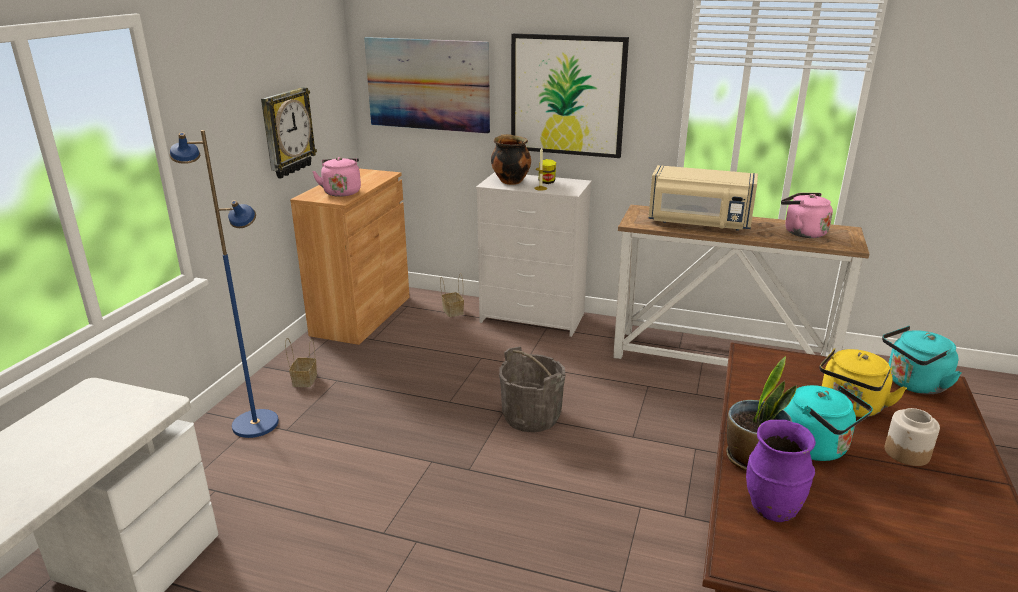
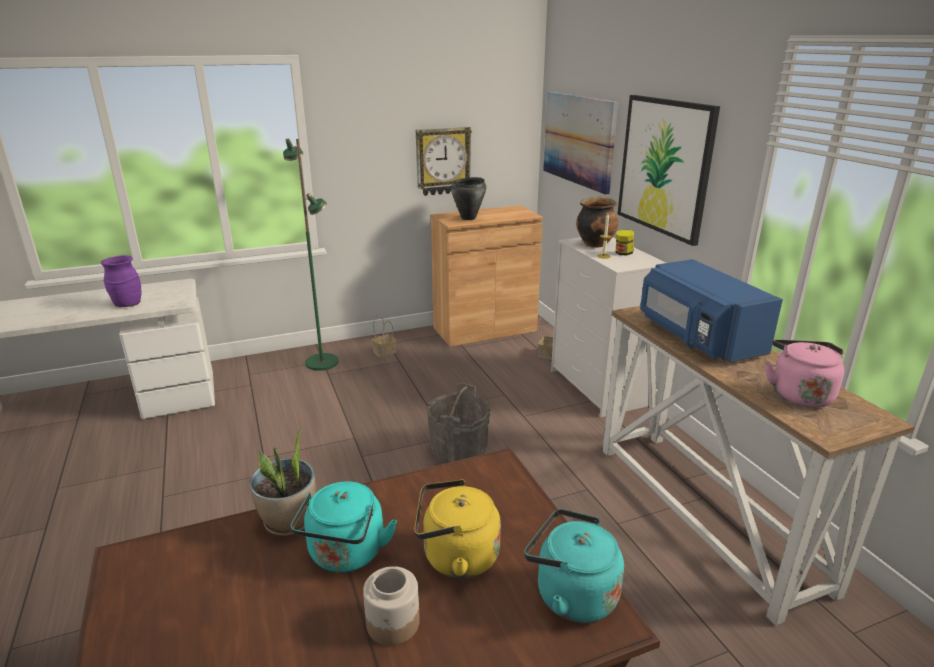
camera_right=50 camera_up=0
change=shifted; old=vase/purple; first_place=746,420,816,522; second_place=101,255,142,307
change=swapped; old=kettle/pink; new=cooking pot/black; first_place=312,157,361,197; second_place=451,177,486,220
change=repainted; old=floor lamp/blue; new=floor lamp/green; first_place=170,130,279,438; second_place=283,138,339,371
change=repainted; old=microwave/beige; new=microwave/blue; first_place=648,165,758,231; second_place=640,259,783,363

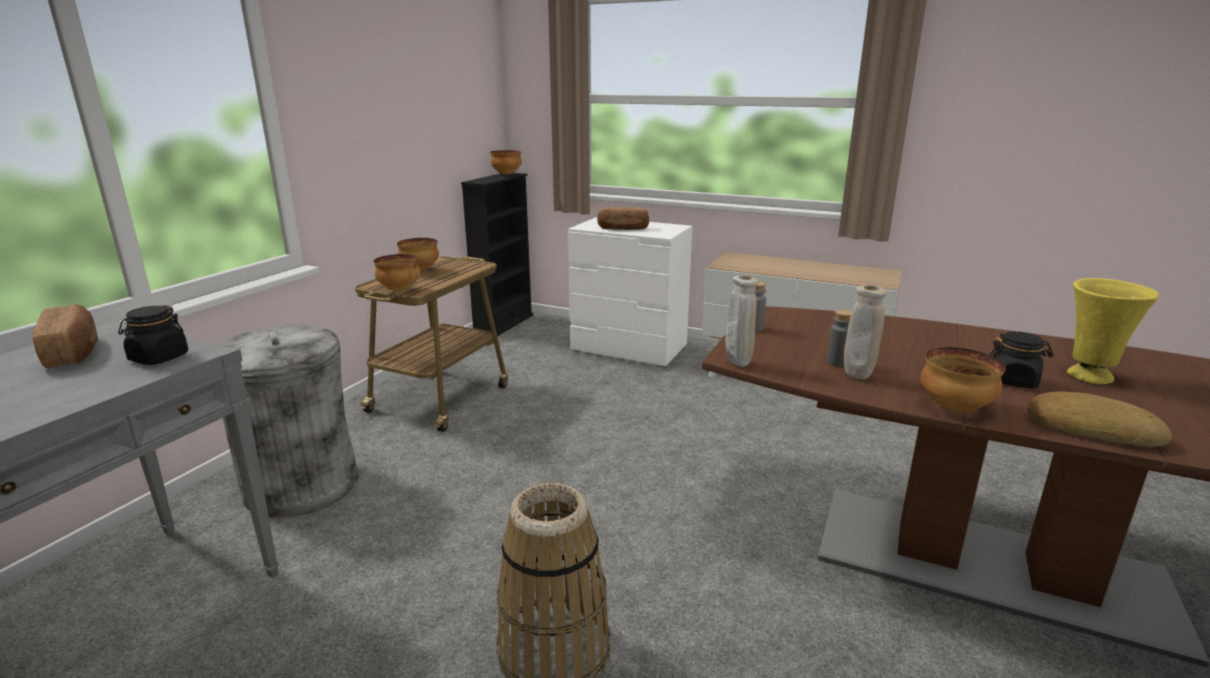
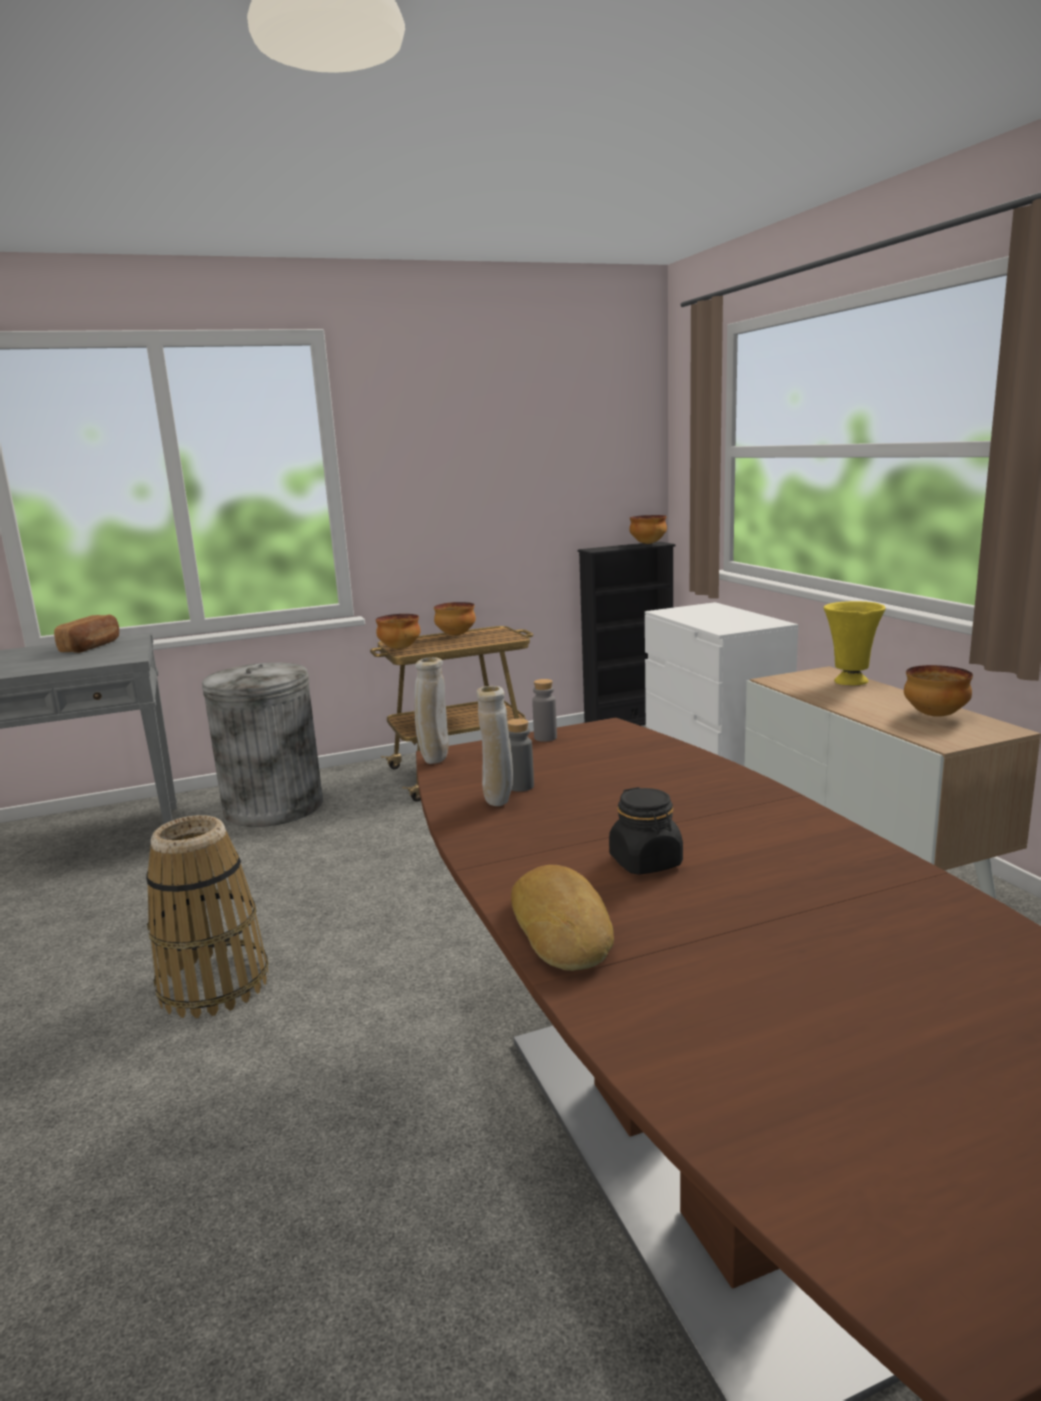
camera_right=45 camera_up=-5
change=gone; old=jar/black; first_place=118,305,188,365
change=gone; old=bread; first_place=597,207,649,230
change=shifted; old=bowl; first_place=921,347,1006,412; second_place=904,665,973,717
change=shifted; old=vase/yellow; first_place=1067,278,1159,384; second_place=824,601,886,685

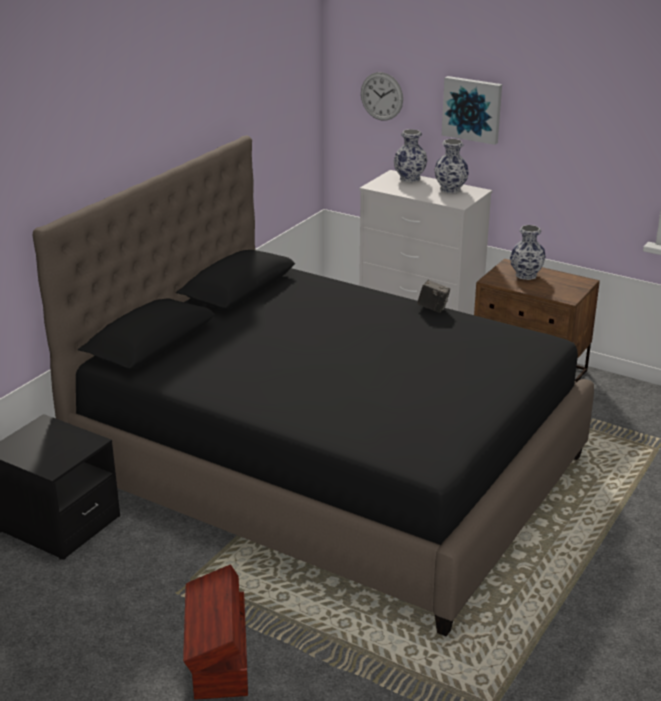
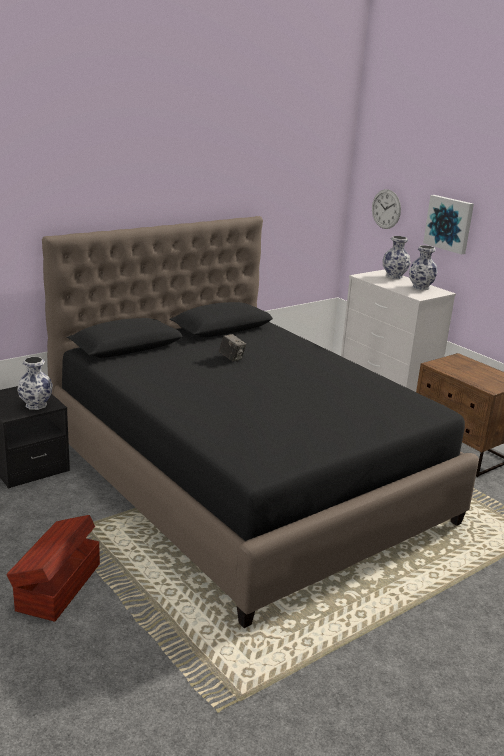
camera_right=20 camera_up=-5
change=shifted; old=photo camera; first_place=417,280,450,313; second_place=219,334,246,362
change=shifted; old=vase; first_place=510,225,546,280; second_place=17,357,53,410

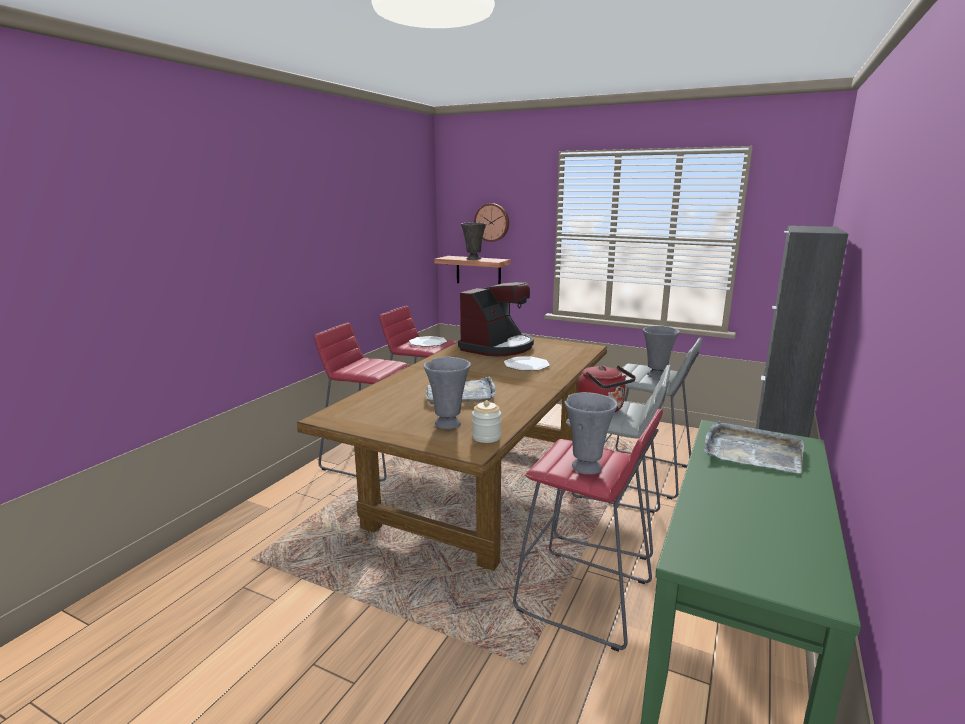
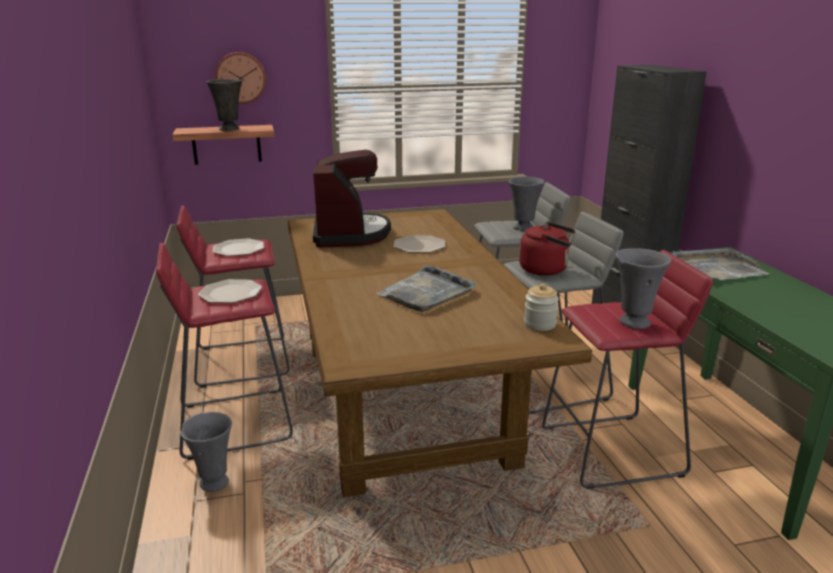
camera_right=-40 camera_up=5
change=new; new=plate; second_place=198,279,262,303
change=shifted; old=vase/grey; first_place=423,357,471,429; second_place=180,412,232,492

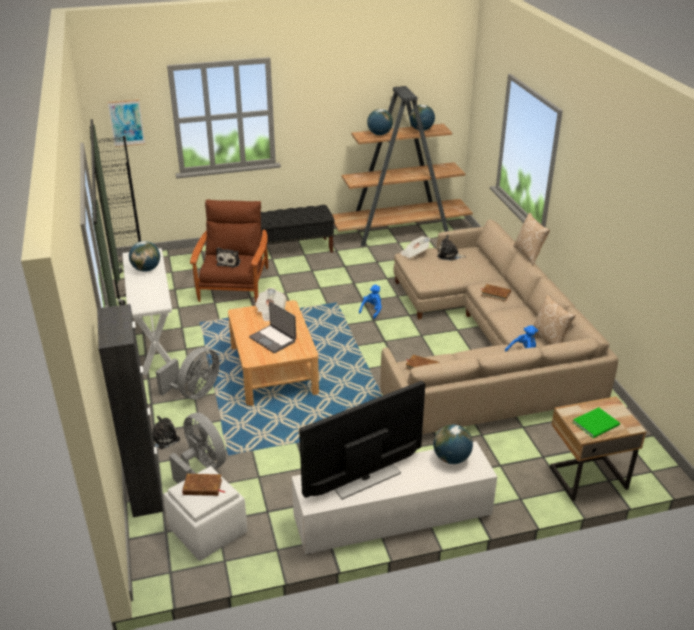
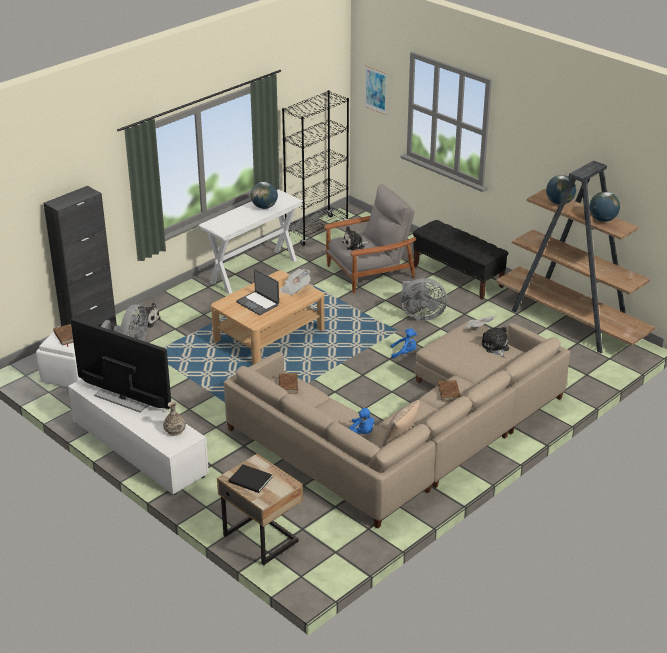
camera_right=60 camera_up=0
change=gone; old=pillow; first_place=514,213,550,265
change=shifted; old=fan/grey; first_place=156,347,220,400; second_place=400,278,447,321
change=swapped; old=globe; new=vase; first_place=433,424,473,464; second_place=163,401,186,436
change=repainted; old=armchair/brown; new=armchair/grey; first_place=190,200,268,302; second_place=324,184,416,294
change=repainted; old=book/green; new=book/black; first_place=573,407,620,438; second_place=229,464,272,493
change=rotated; old=laptop; first_place=249,302,296,353; second_place=236,269,279,315; degrees=-60

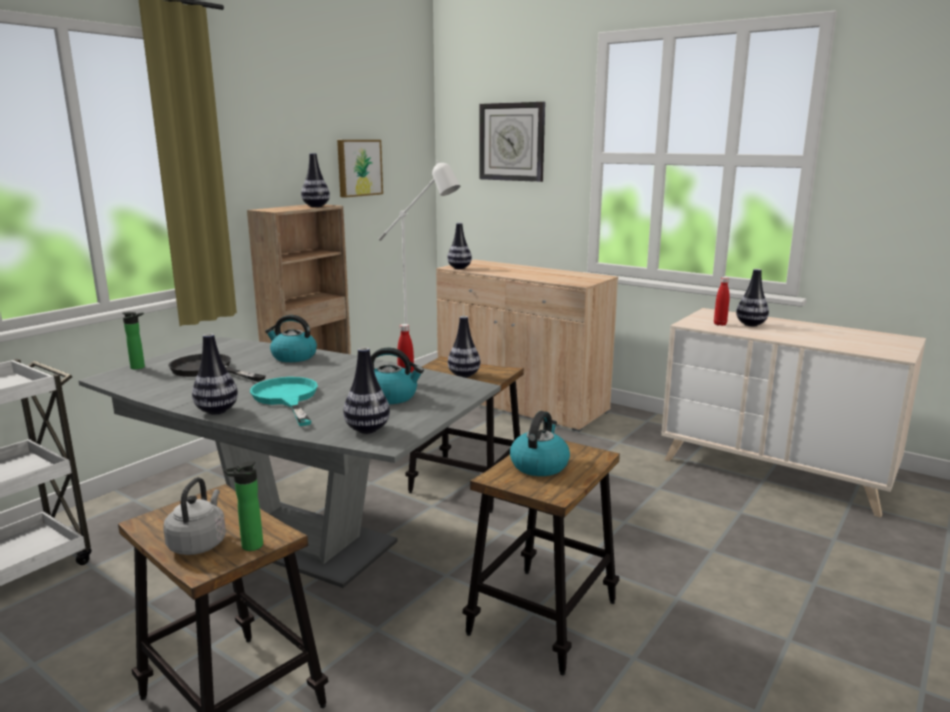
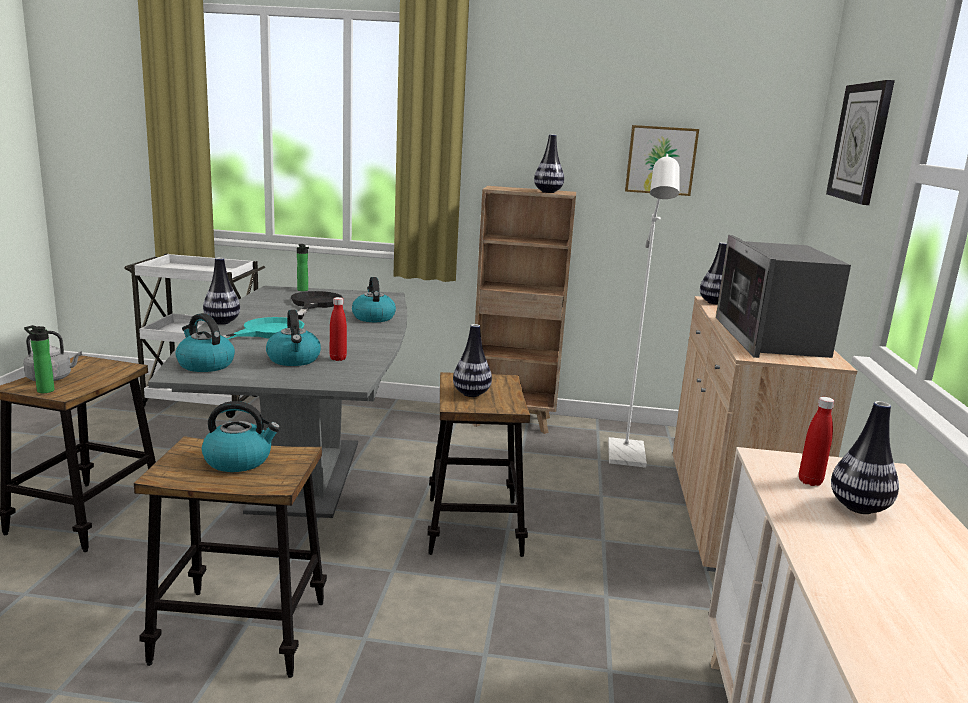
camera_right=60 camera_up=0
change=new; new=microwave; second_place=716,235,851,358
change=swapped; old=vase; new=kettle; first_place=343,347,390,434; second_place=176,313,235,372

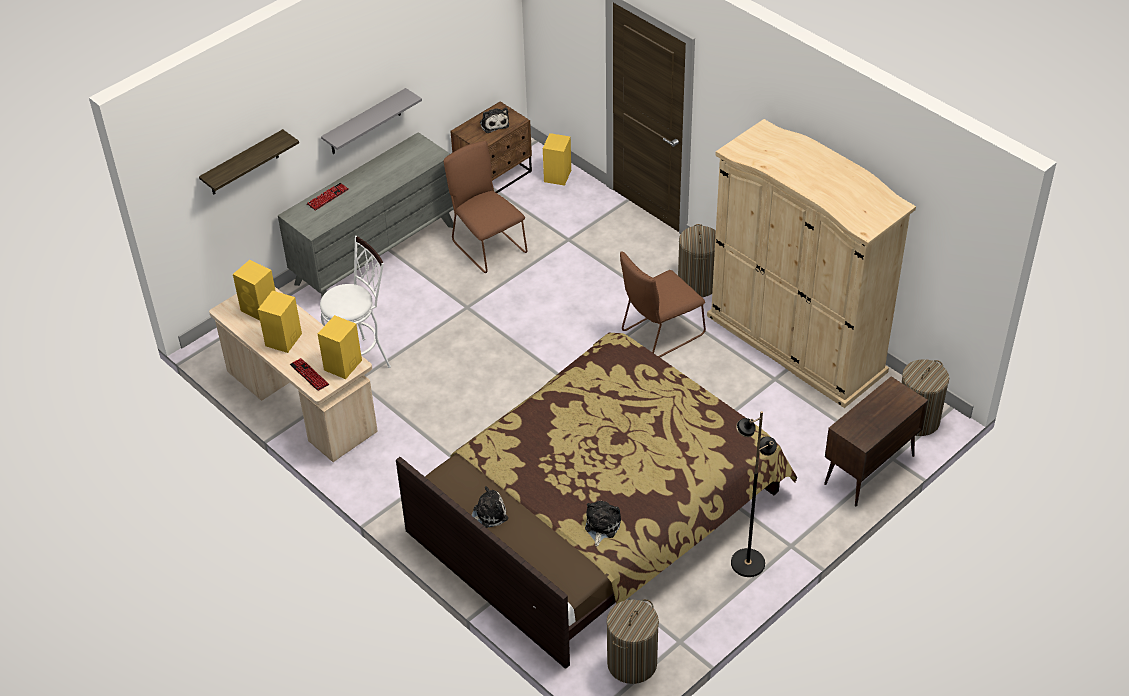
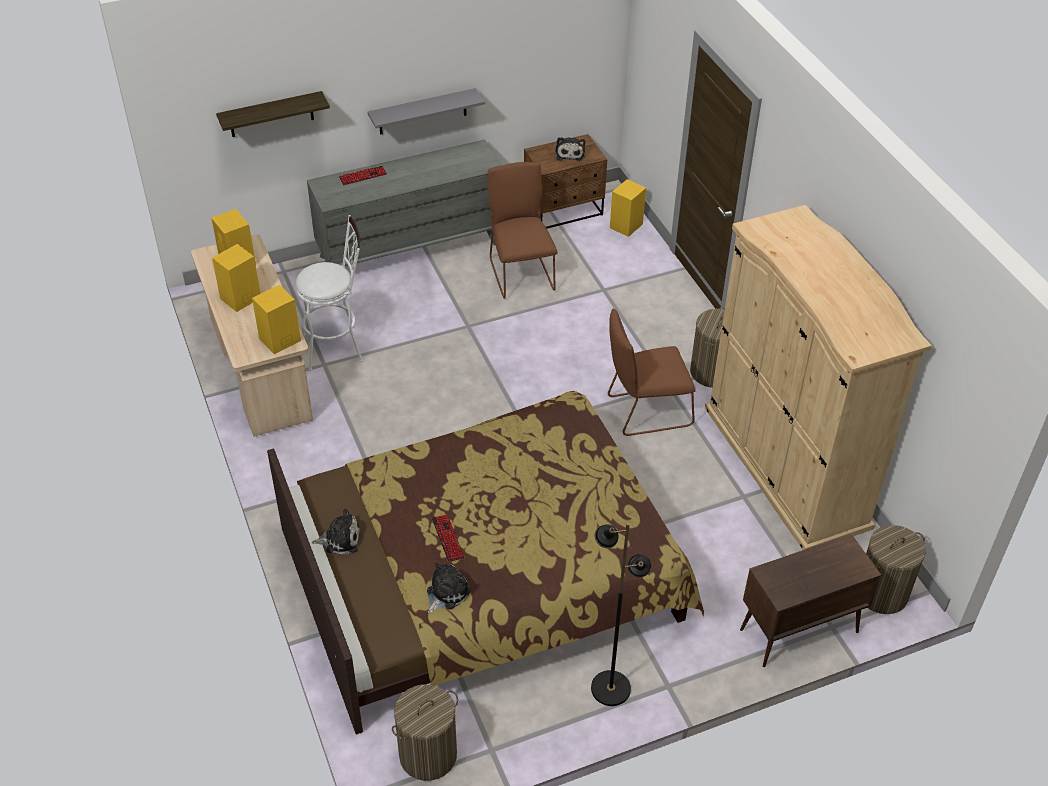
camera_right=20 camera_up=0
change=shifted; old=keyboard; first_place=290,358,329,391; second_place=432,515,465,562

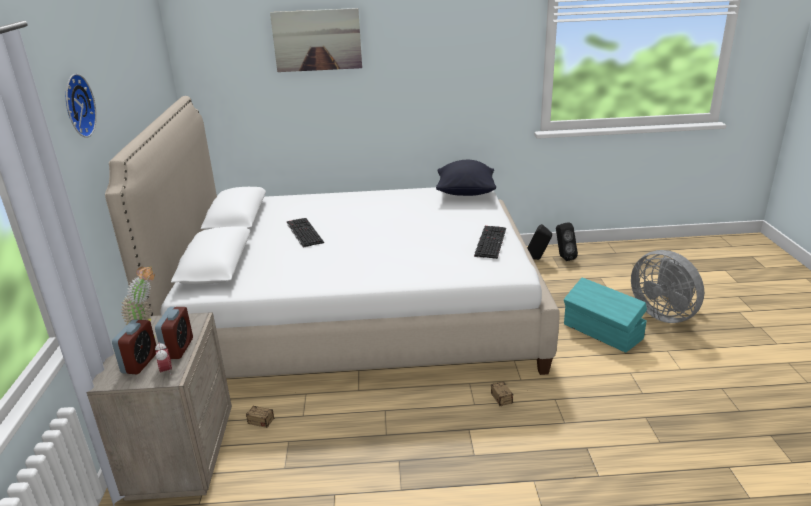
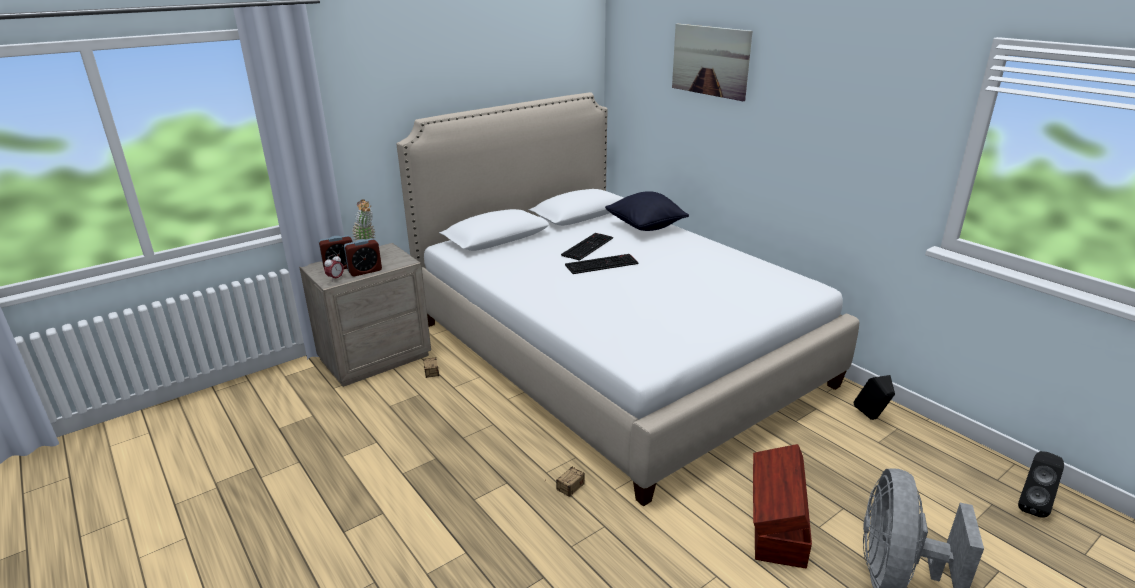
camera_right=55 camera_up=0
change=gone; old=wall clock; first_place=66,74,97,138
change=shifted; old=pillow/black; first_place=436,160,496,196; second_place=605,191,689,231
change=shifted; old=keyboard; first_place=474,226,506,259; second_place=565,254,639,274
change=shifted; old=speaker/black; first_place=556,222,578,261; second_place=1018,451,1064,518
change=repainted; old=storage box/turquoise; new=storage box/brown; first_place=564,277,647,353; second_place=753,444,812,568

